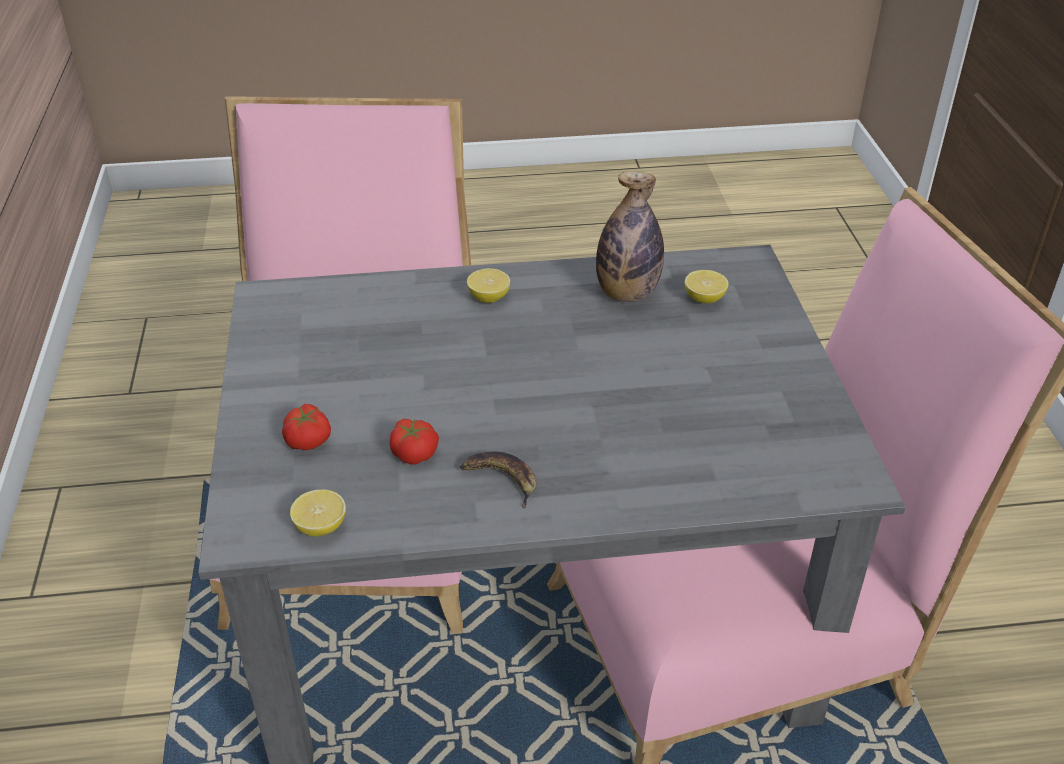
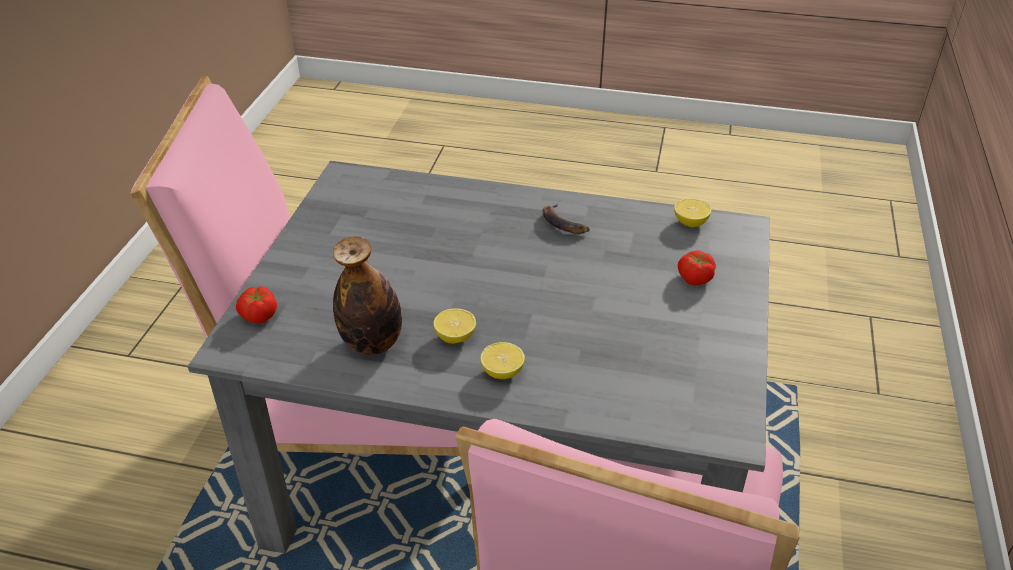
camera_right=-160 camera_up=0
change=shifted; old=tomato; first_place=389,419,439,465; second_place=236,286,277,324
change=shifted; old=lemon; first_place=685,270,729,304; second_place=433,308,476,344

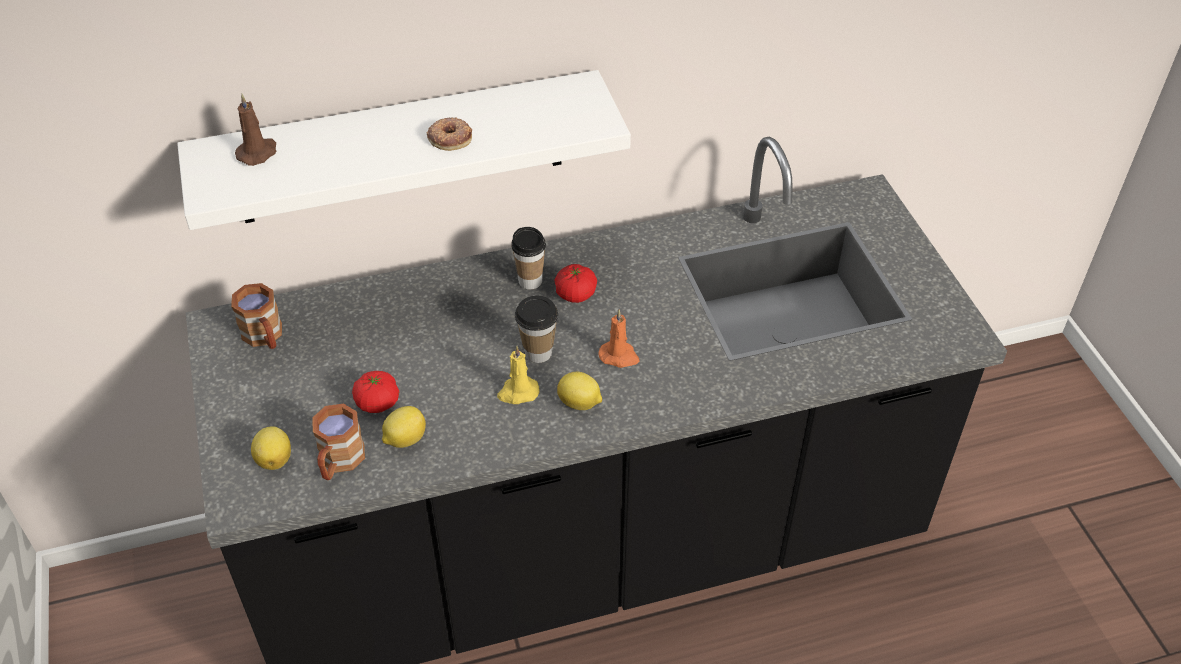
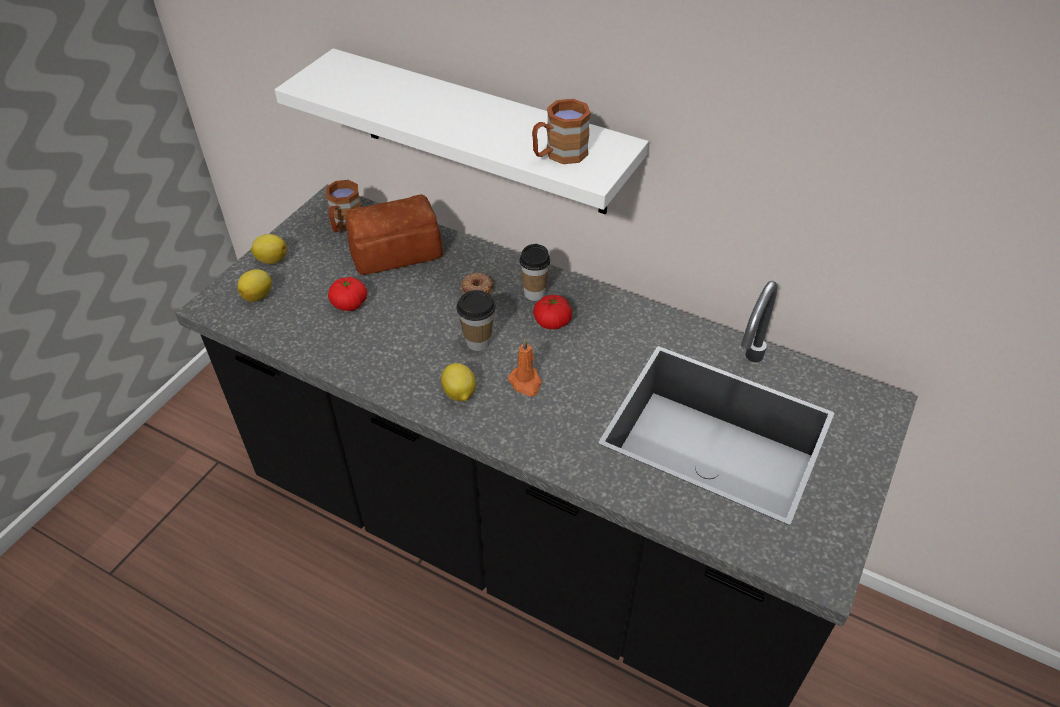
camera_right=45 camera_up=0
change=gone; old=candle/brown; first_place=235,94,276,166
change=gone; old=candle/yellow; first_place=497,345,540,404
change=new; new=bread; second_place=345,194,443,275
change=shifted; old=mug/brown; first_place=312,404,365,480; second_place=532,99,591,164
change=shifted; old=lemon; first_place=382,406,426,448; second_place=251,234,287,264
change=shifted; old=donut; first_place=427,117,472,151; second_place=461,272,494,295

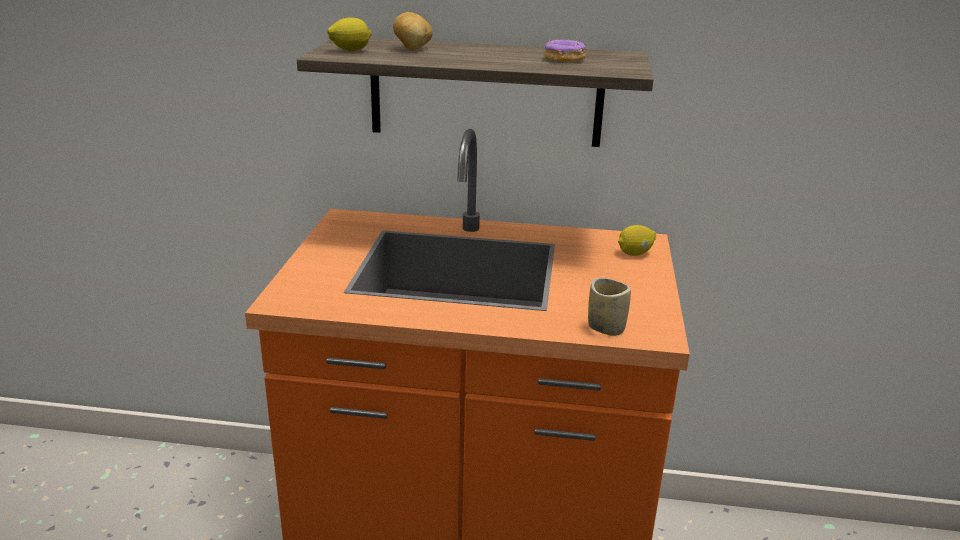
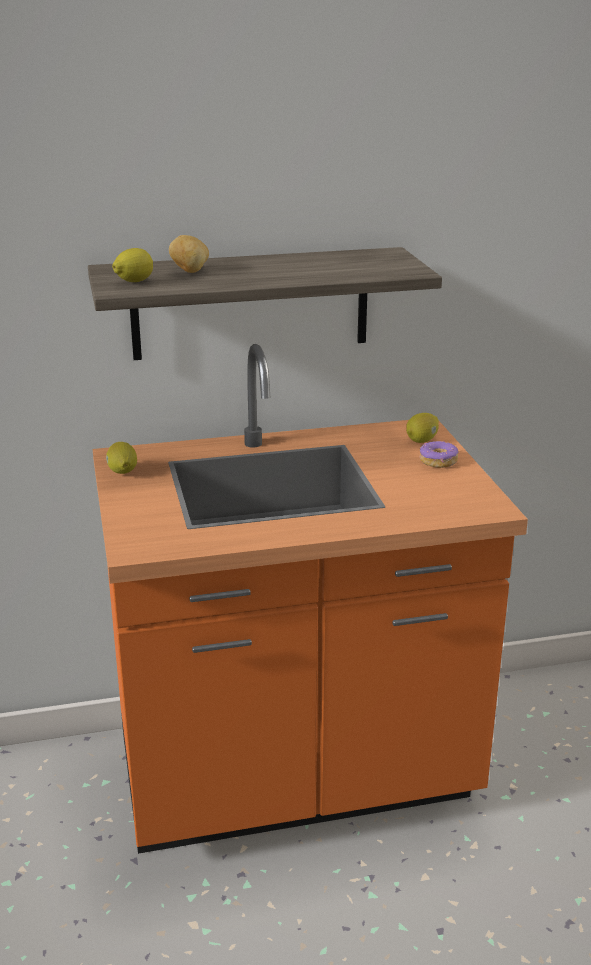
camera_right=-20 camera_up=0
change=gone; old=cup; first_place=588,278,631,336
change=new; new=lemon; second_place=106,442,137,474
change=shifted; old=donut; first_place=545,40,586,63; second_place=419,441,458,468

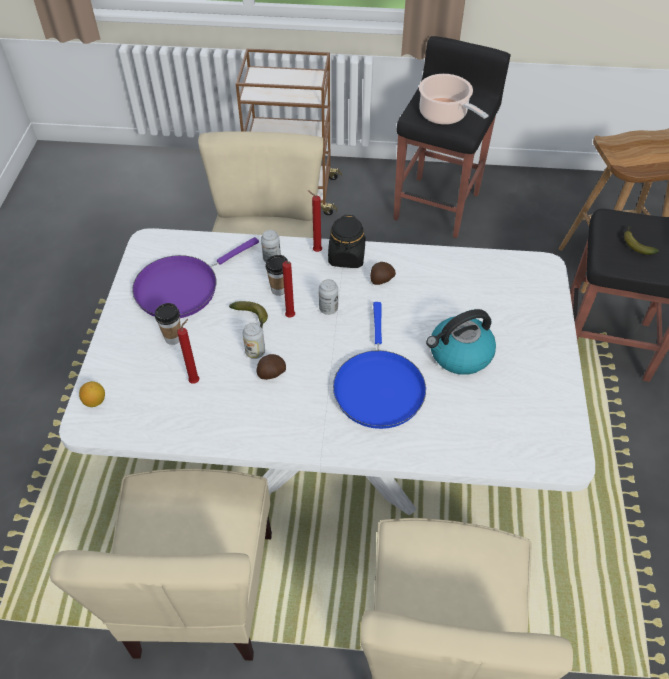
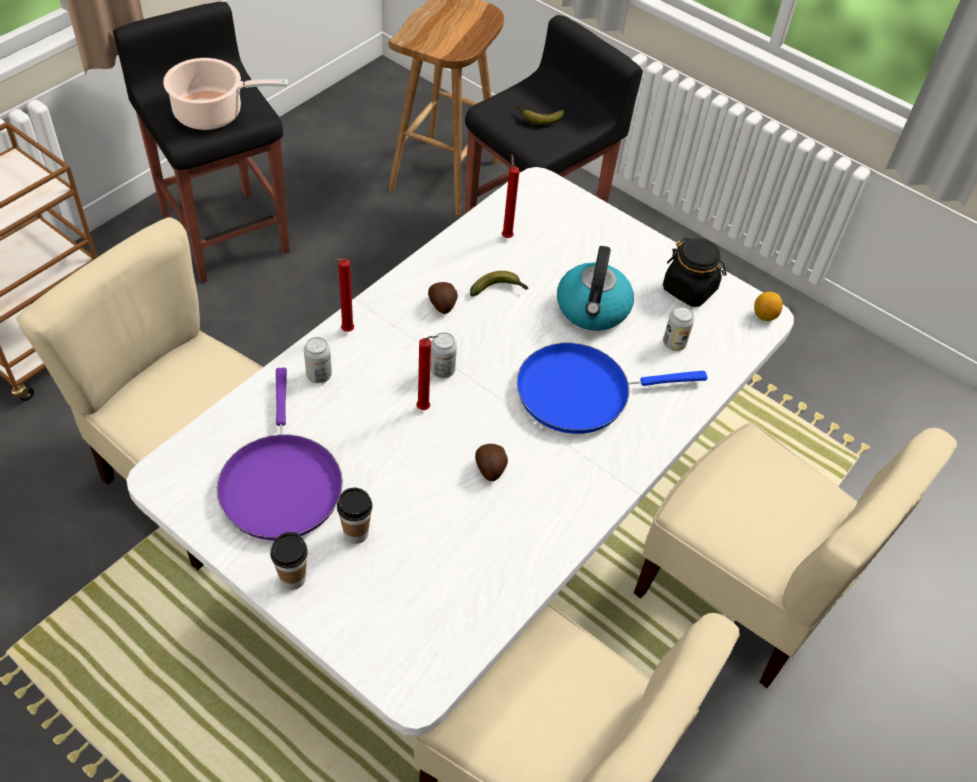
camera_right=-60 camera_up=0
change=shifted; old=lemon; first_place=79,381,105,407; second_place=754,292,783,321
change=shifted; old=candle/red; first_place=177,319,199,384; second_place=502,155,520,238
change=shifted; old=banana; first_place=229,301,268,328; second_place=470,271,529,297
change=shifted; old=can; first_place=243,323,265,359; second_place=663,306,694,351
change=shifted; old=cup; first_place=265,255,288,296; second_place=270,532,308,590
change=shifted; old=jar/black; first_place=328,215,365,268; second_place=663,238,727,307
change=rotated; old=frying pan/blue; first_place=333,302,426,429; second_place=517,343,707,434; degrees=135

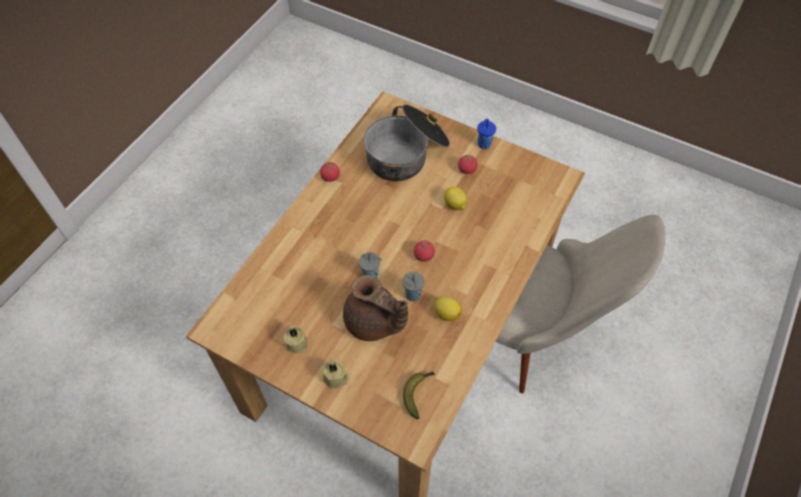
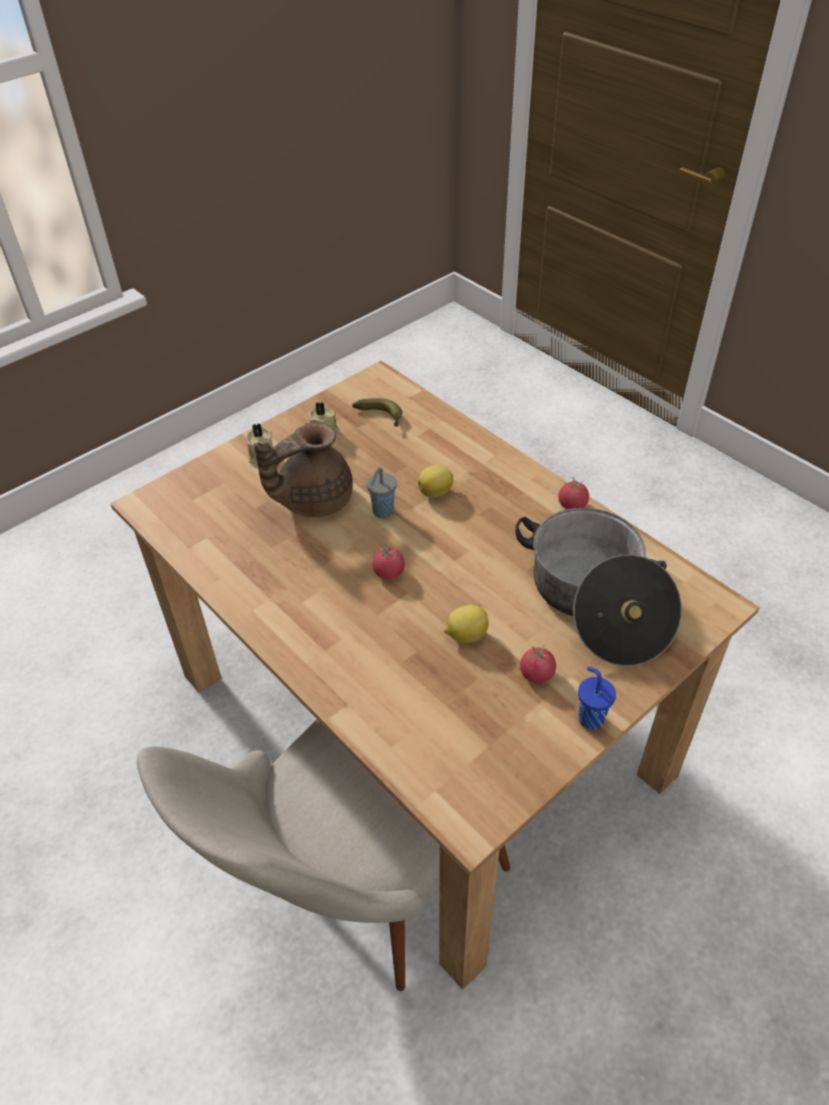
camera_right=110 camera_up=-10
change=gone; old=cup/grey; first_place=403,272,424,301
change=shifted; old=banana; first_place=403,372,435,419; second_place=352,398,402,427
change=shifted; old=lemon; first_place=435,296,462,321; second_place=418,465,453,498

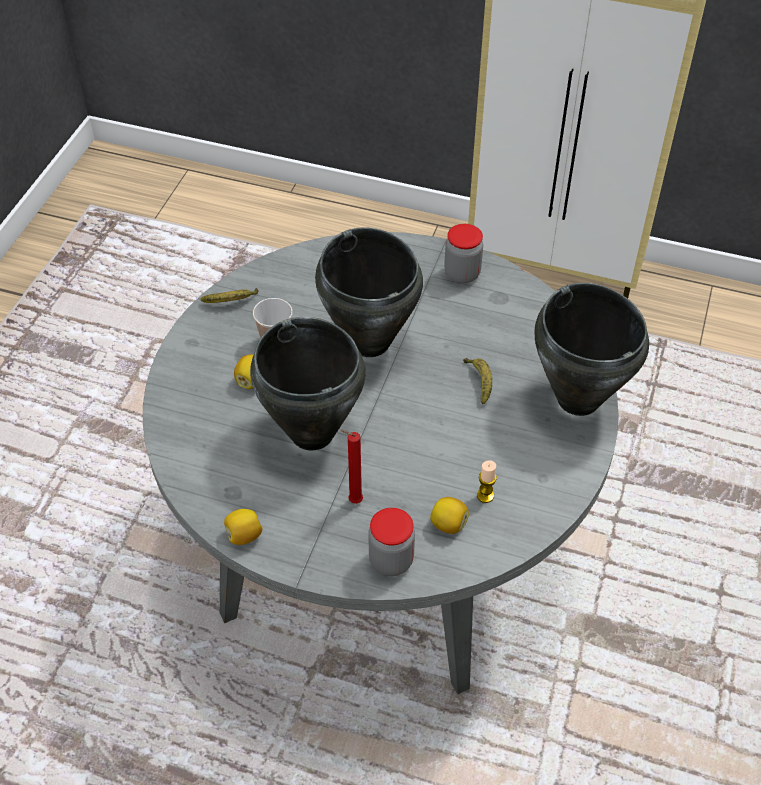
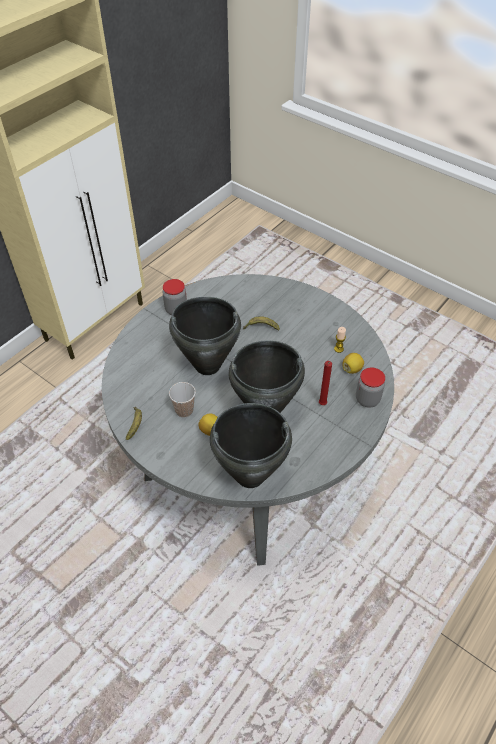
camera_right=-70 camera_up=0
change=gone; old=lemon; first_place=224,509,263,545
change=shifted; old=cooking pot/black; first_place=535,283,649,416; second_place=210,403,292,488

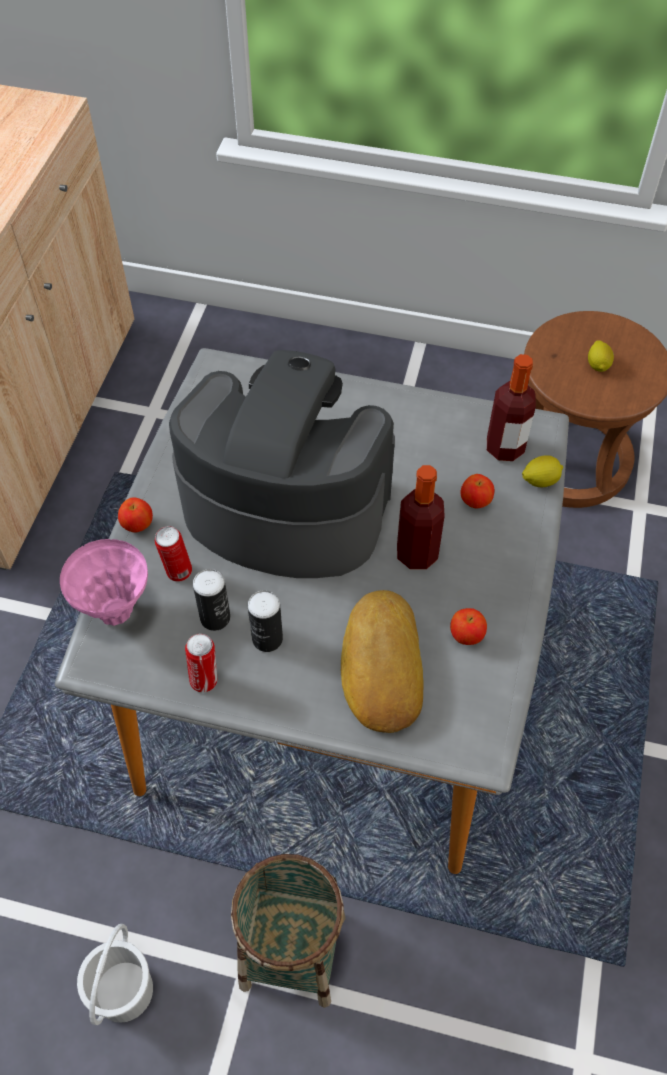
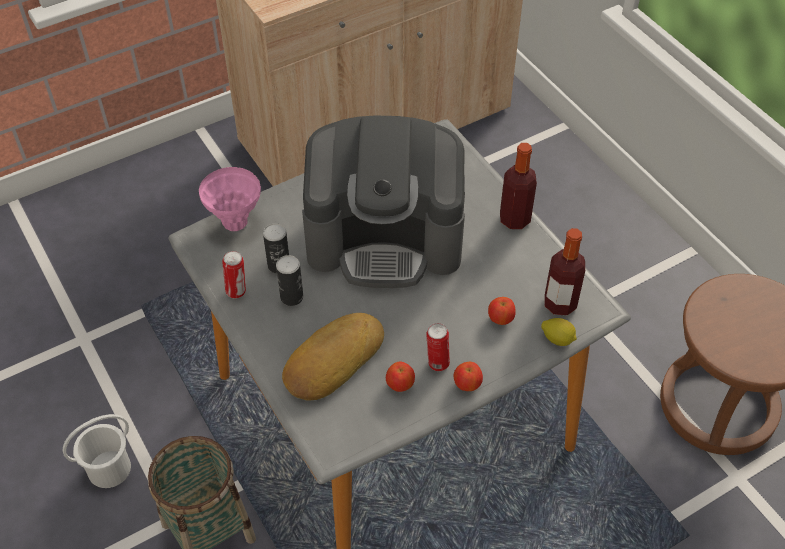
camera_right=45 camera_up=-5
change=gone; old=lemon; first_place=588,340,614,372
change=shifted; old=apple; first_place=118,497,153,532; second_place=454,362,483,391
change=shifted; old=can; first_place=155,526,192,582; second_place=426,323,450,371
change=shifted; old=bottle; first_place=397,465,445,569; second_place=500,143,537,229
change=rotated; old=coffee machine; first_place=169,350,395,578; second_place=302,116,465,288; degrees=120

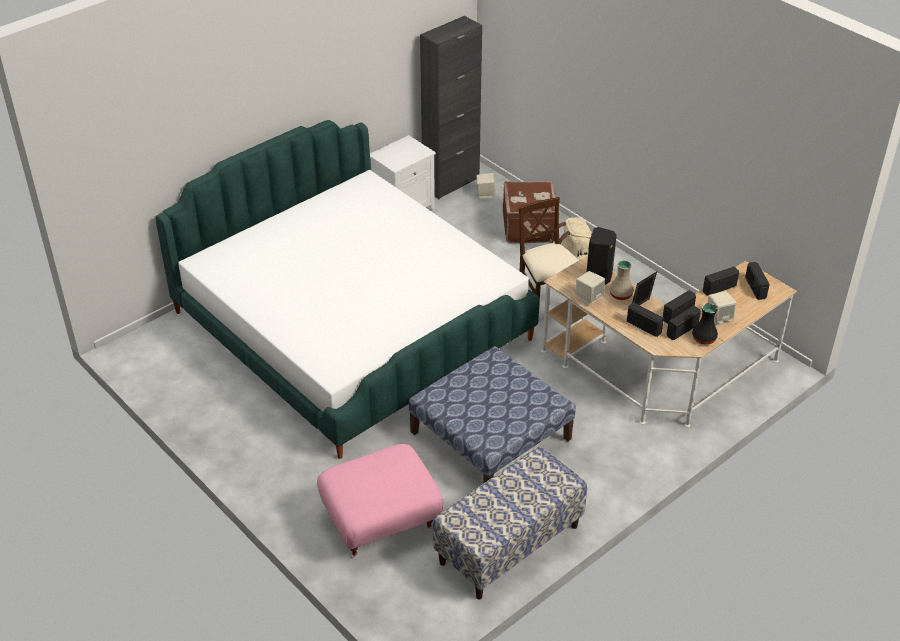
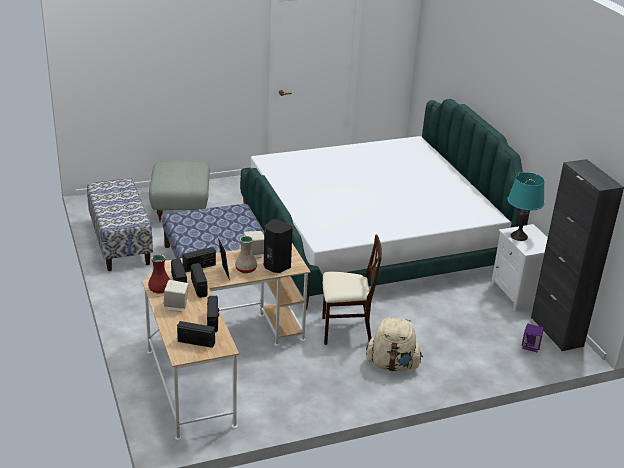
camera_right=110 camera_up=-10
change=gone; old=suitcase/brown; first_place=503,181,560,243
change=new; new=table lamp/turquoise; second_place=507,172,545,241
change=repainted; old=ottoman/pink; new=ottoman/grey; first_place=317,444,443,558; second_place=149,161,210,222
change=repainted; old=speaker/beige; new=speaker/purple; first_place=476,173,495,199; second_place=522,324,544,352
change=repainted; old=vase/black; new=vase/red; first_place=692,303,718,345; second_place=148,255,170,294

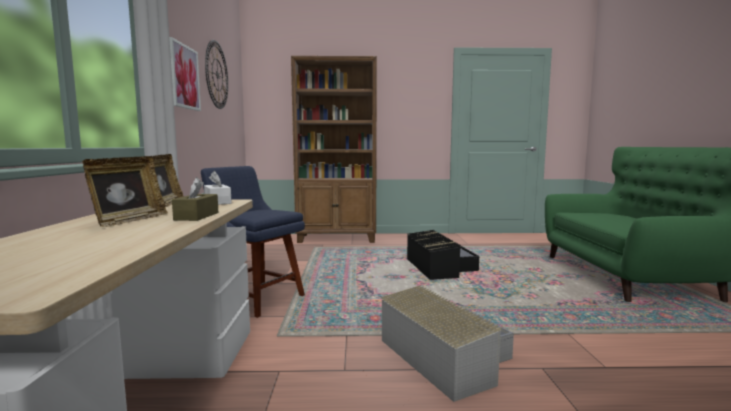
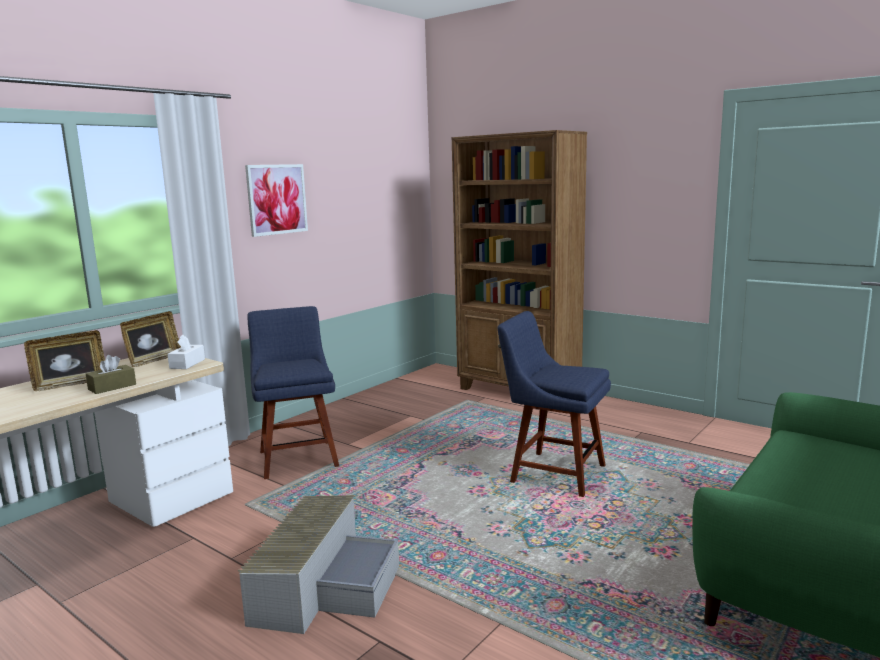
camera_right=40 camera_up=5
change=gone; old=wall clock; first_place=205,40,228,109
change=swapped; old=storage box/black; new=chair/blue; first_place=407,230,479,280; second_place=497,311,611,497

